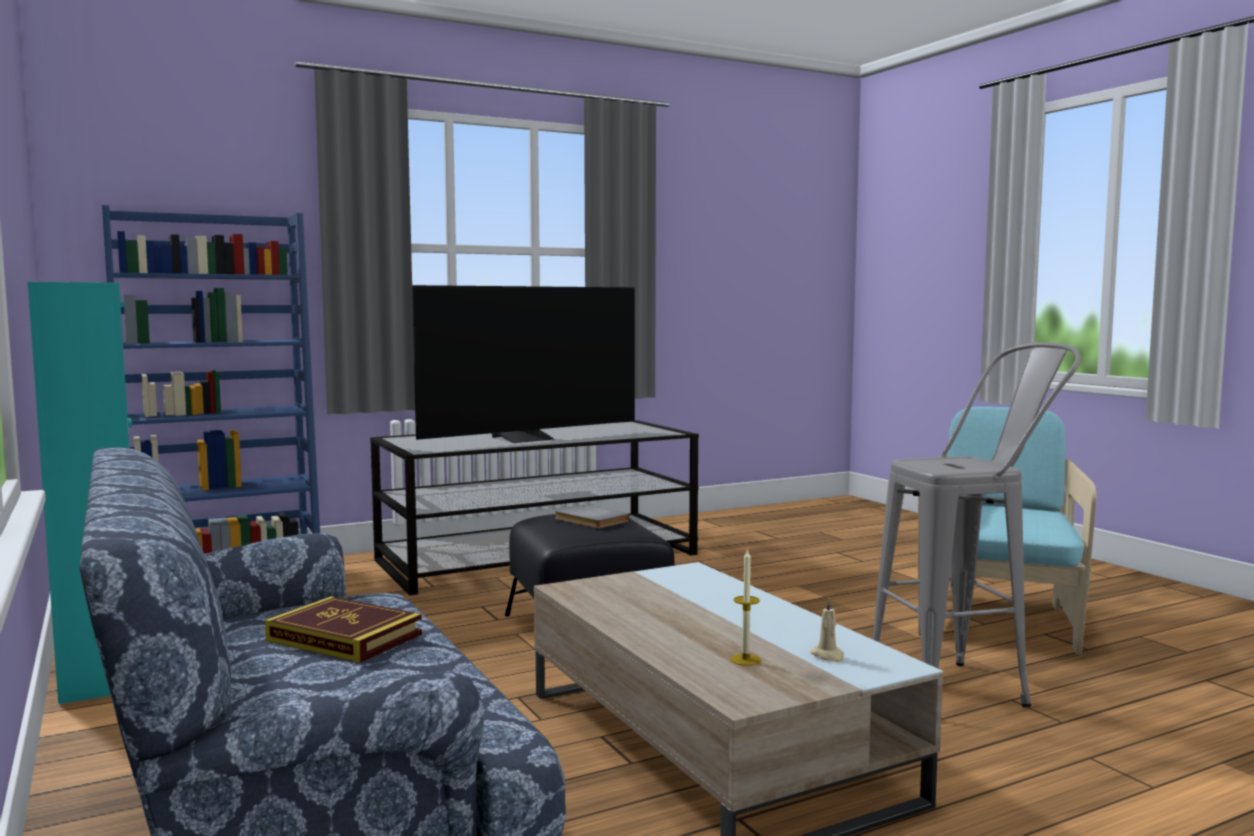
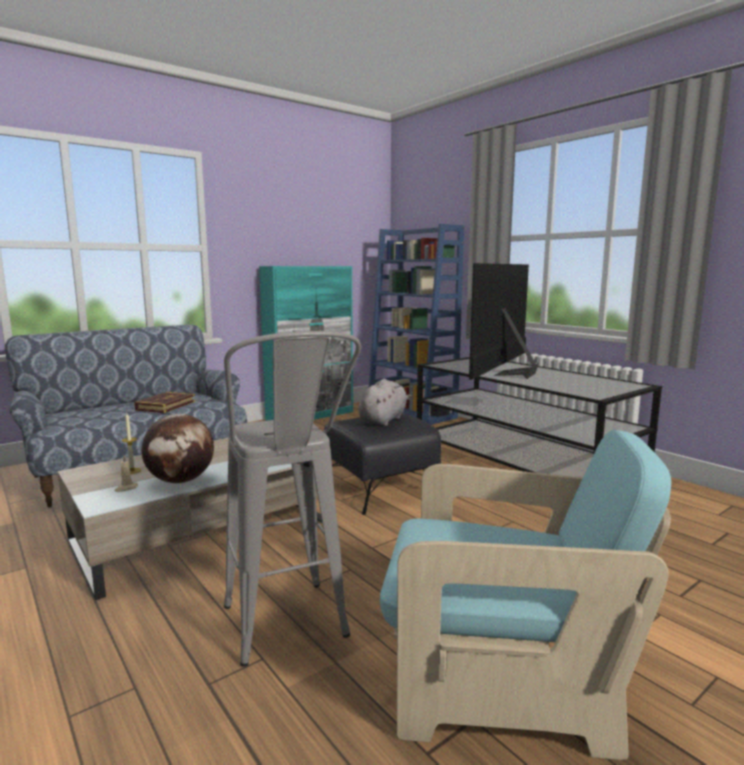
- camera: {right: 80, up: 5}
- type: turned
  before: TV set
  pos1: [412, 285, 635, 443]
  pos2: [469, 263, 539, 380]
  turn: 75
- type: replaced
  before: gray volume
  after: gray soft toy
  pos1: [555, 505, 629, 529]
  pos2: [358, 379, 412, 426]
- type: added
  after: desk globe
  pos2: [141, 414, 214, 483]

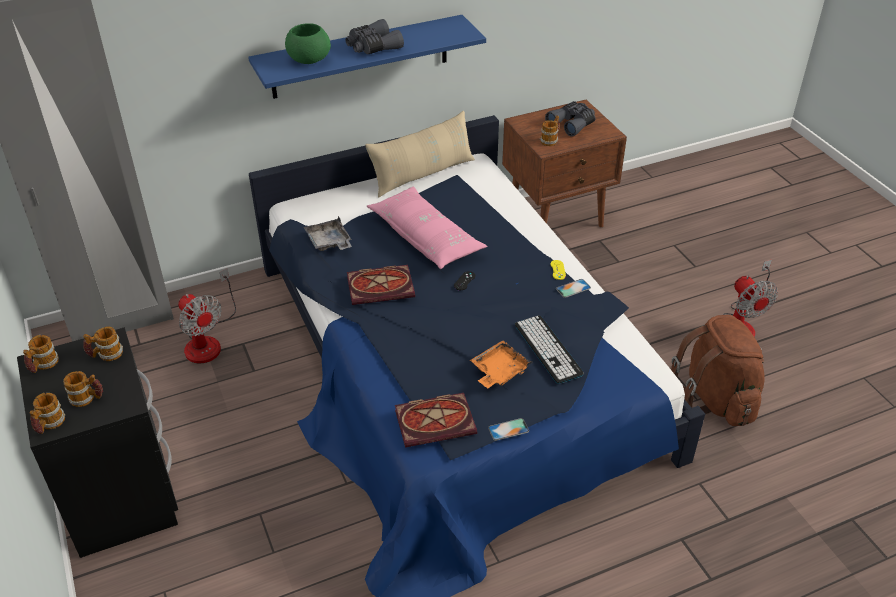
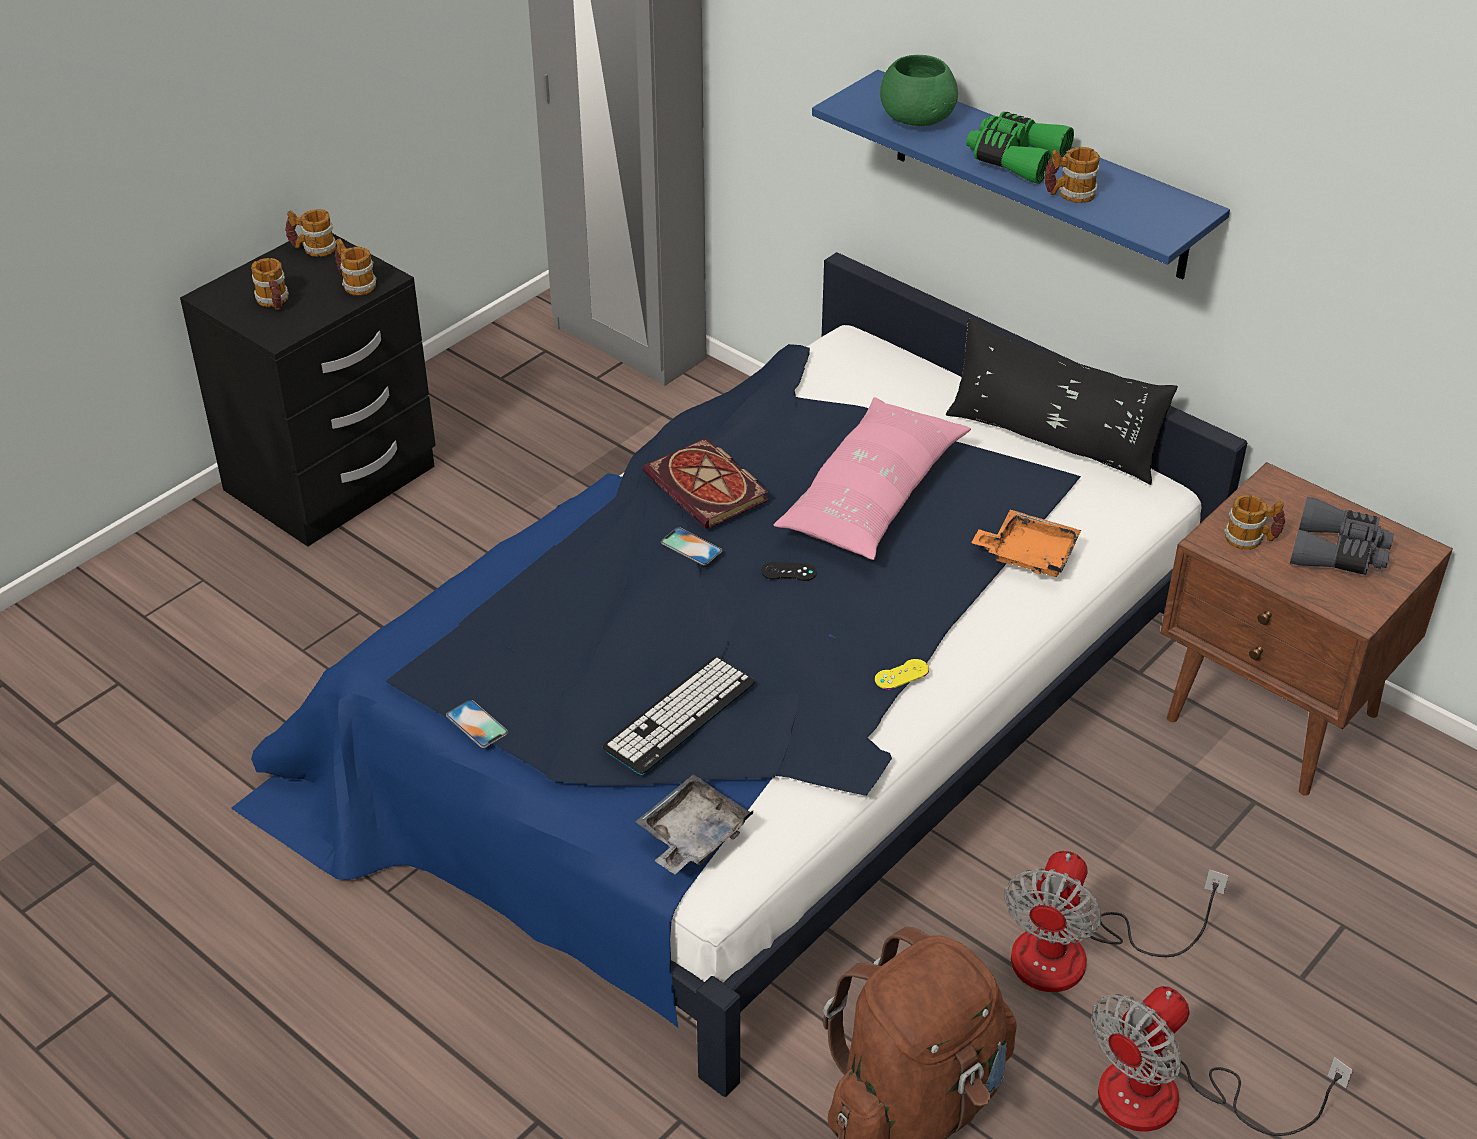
- camera: {right: 65, up: 0}
- type: moved
  before: coffee mug
  pos1: [30, 393, 65, 434]
  pos2: [1044, 147, 1100, 203]
- type: moved
  before: cooling fan
  pos1: [178, 269, 236, 364]
  pos2: [1004, 851, 1229, 992]
- type: moved
  before: gray carrying tray
  pos1: [304, 216, 352, 251]
  pos2: [635, 774, 753, 874]
- type: recoloured
  before: gray pair of binoculars
  after: green pair of binoculars
  pos1: [345, 19, 404, 54]
  pos2: [966, 111, 1074, 184]
- type: recoloured
  before: sand-coloured pillow
  after: black pillow
  pos1: [365, 110, 475, 197]
  pos2: [946, 317, 1178, 485]
- type: removed
  before: volume
  pos1: [395, 393, 477, 448]
- type: moved
  before: orange carrying tray
  pos1: [470, 340, 533, 388]
  pos2: [971, 510, 1081, 577]
- type: moved
  before: handset
  pos1: [556, 279, 591, 298]
  pos2: [661, 527, 722, 565]

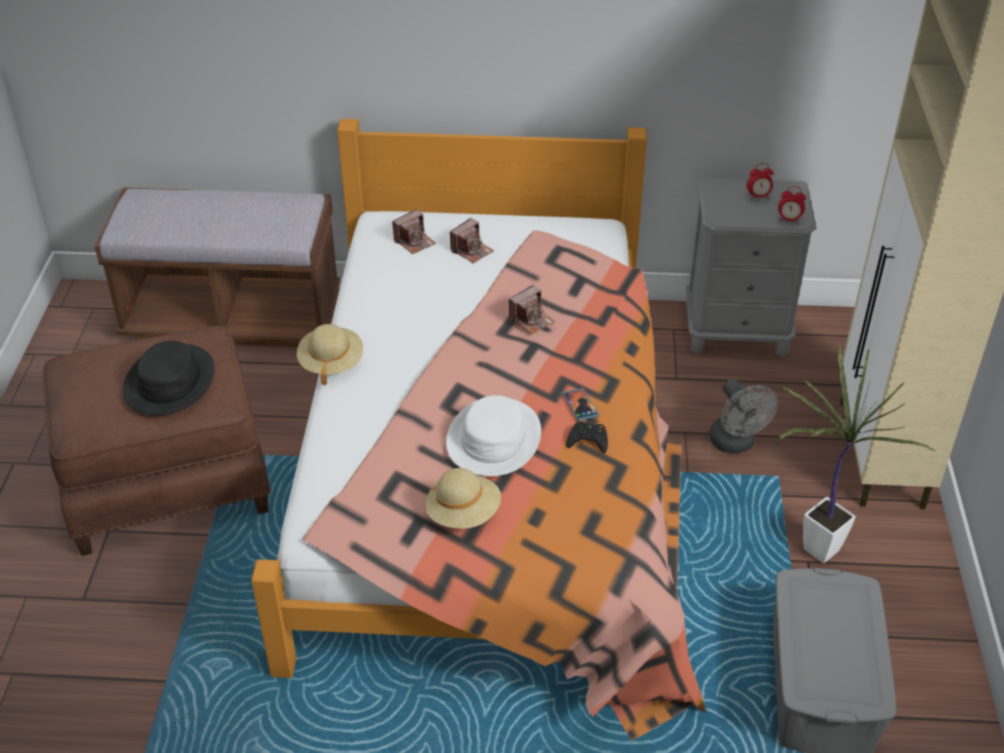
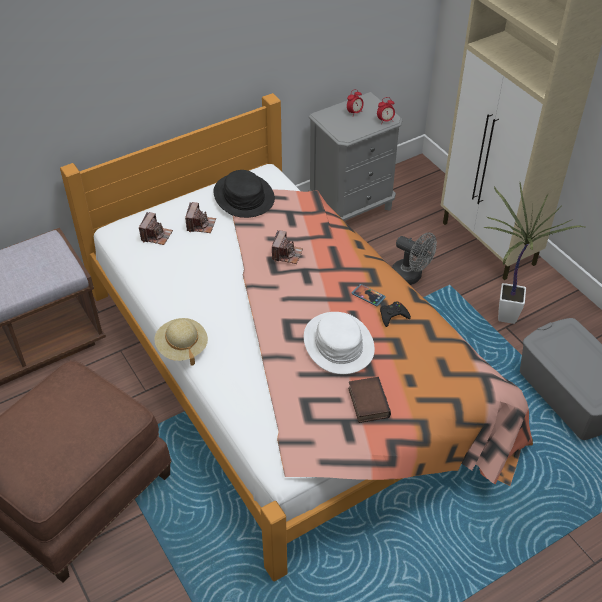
- camera: {right: -35, up: 5}
- type: moved
  before: black hat
  pos1: [122, 341, 215, 415]
  pos2: [214, 170, 275, 218]
- type: replaced
  before: sand-coloured hat
  after: volume
  pos1: [425, 468, 501, 529]
  pos2: [348, 377, 391, 423]

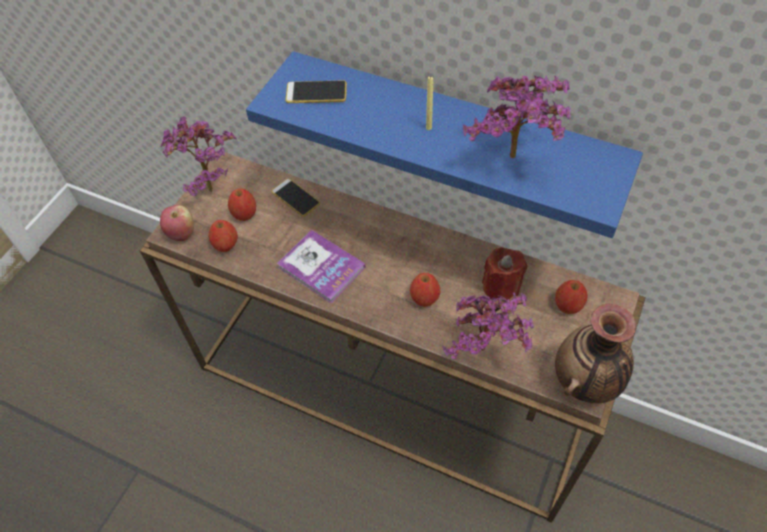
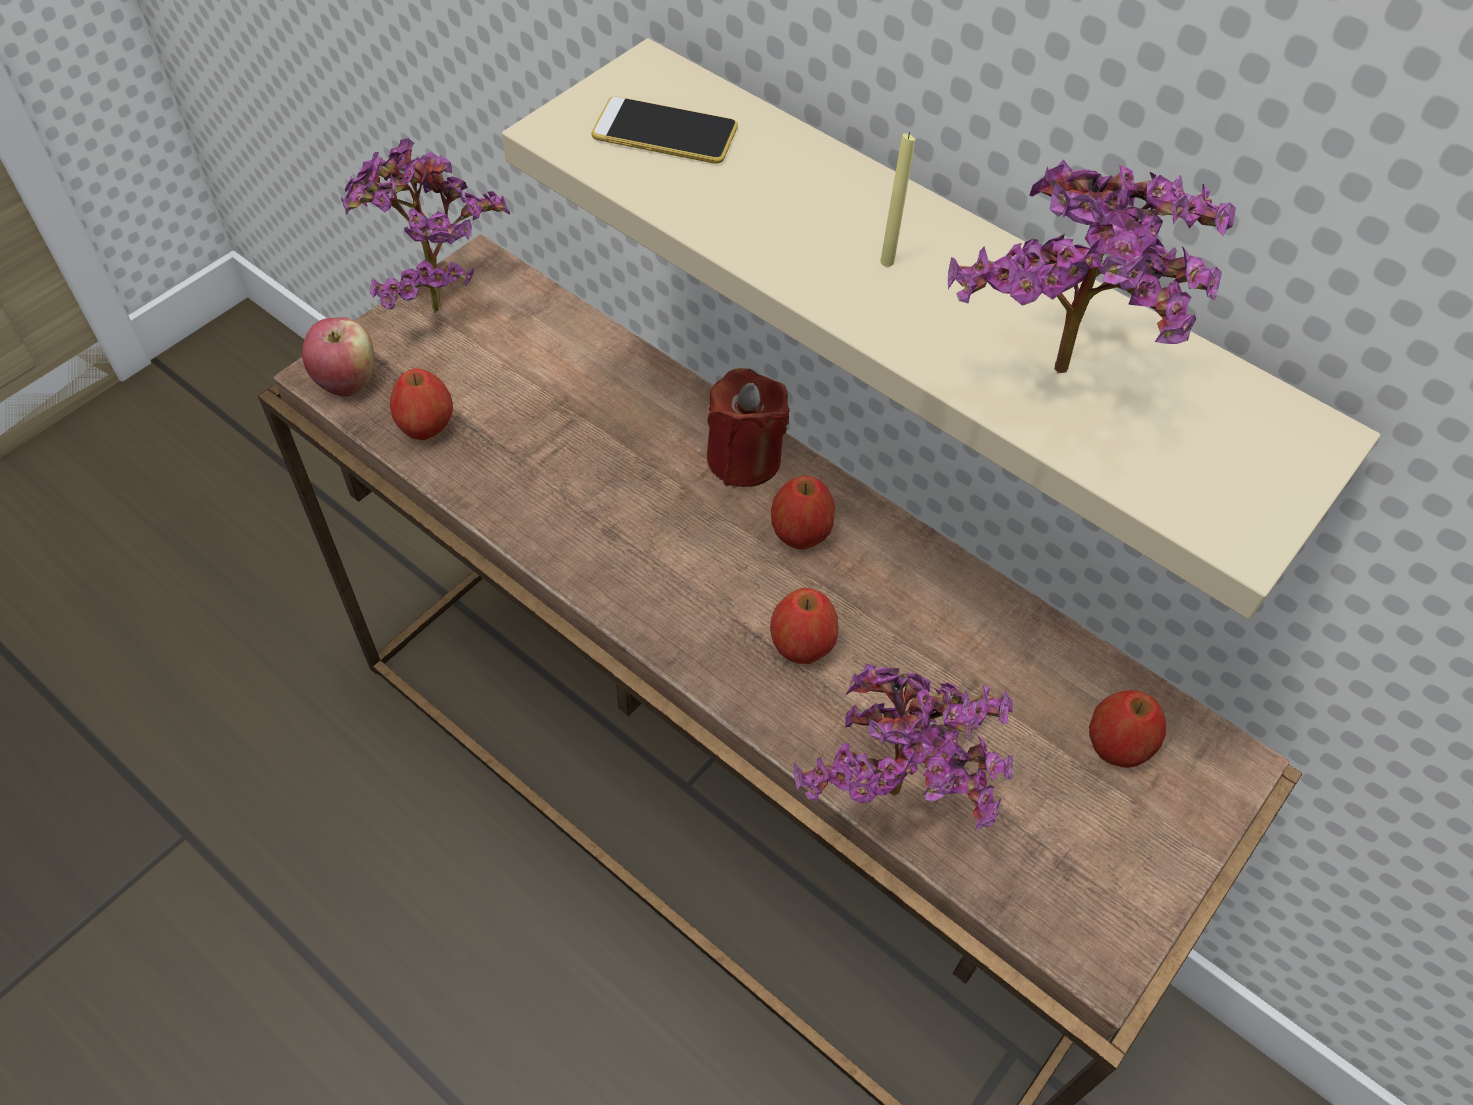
- camera: {right: 10, up: 0}
- type: moved
  before: apple
  pos1: [228, 188, 256, 221]
  pos2: [771, 475, 835, 550]
- type: recoloured
  before: blue-coloured shelf
  after: sand-coloured shelf
  pos1: [246, 51, 643, 238]
  pos2: [502, 38, 1380, 619]
- type: removed
  before: handset
  pos1: [271, 179, 320, 217]
- type: removed
  before: volume
  pos1: [277, 230, 366, 304]
- type: moved
  before: red-coloured candle
  pos1: [482, 248, 527, 300]
  pos2: [707, 368, 790, 487]
- type: removed
  before: decorative vase
  pos1: [555, 304, 636, 404]

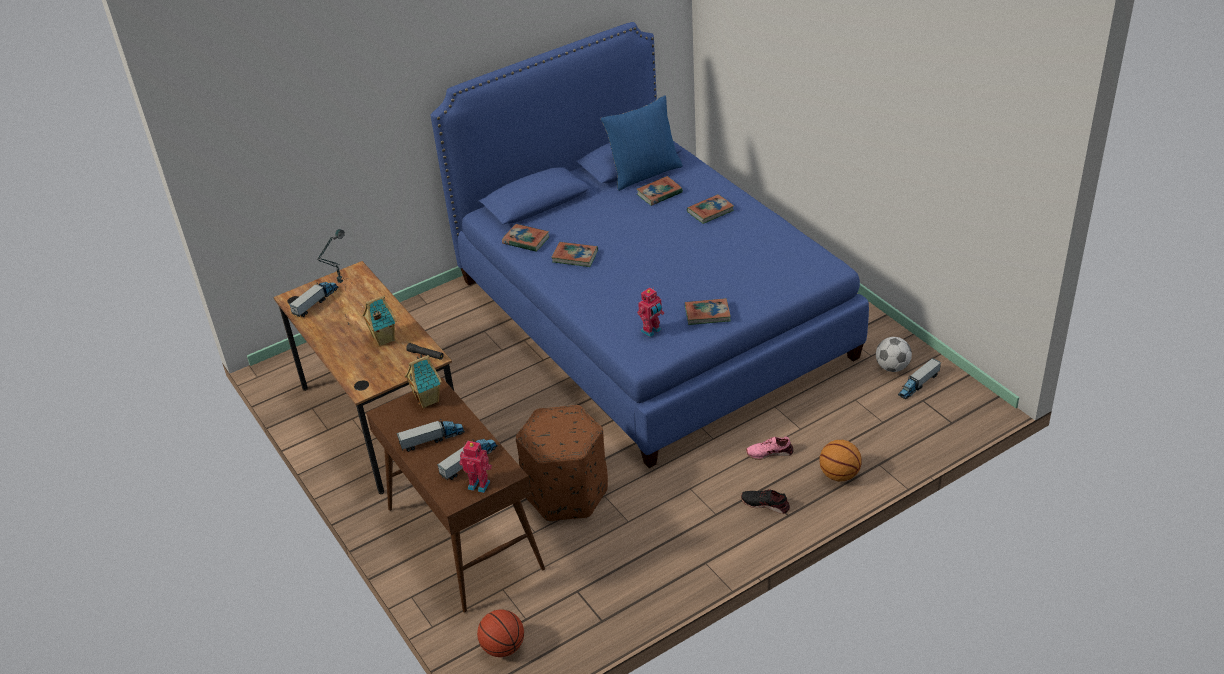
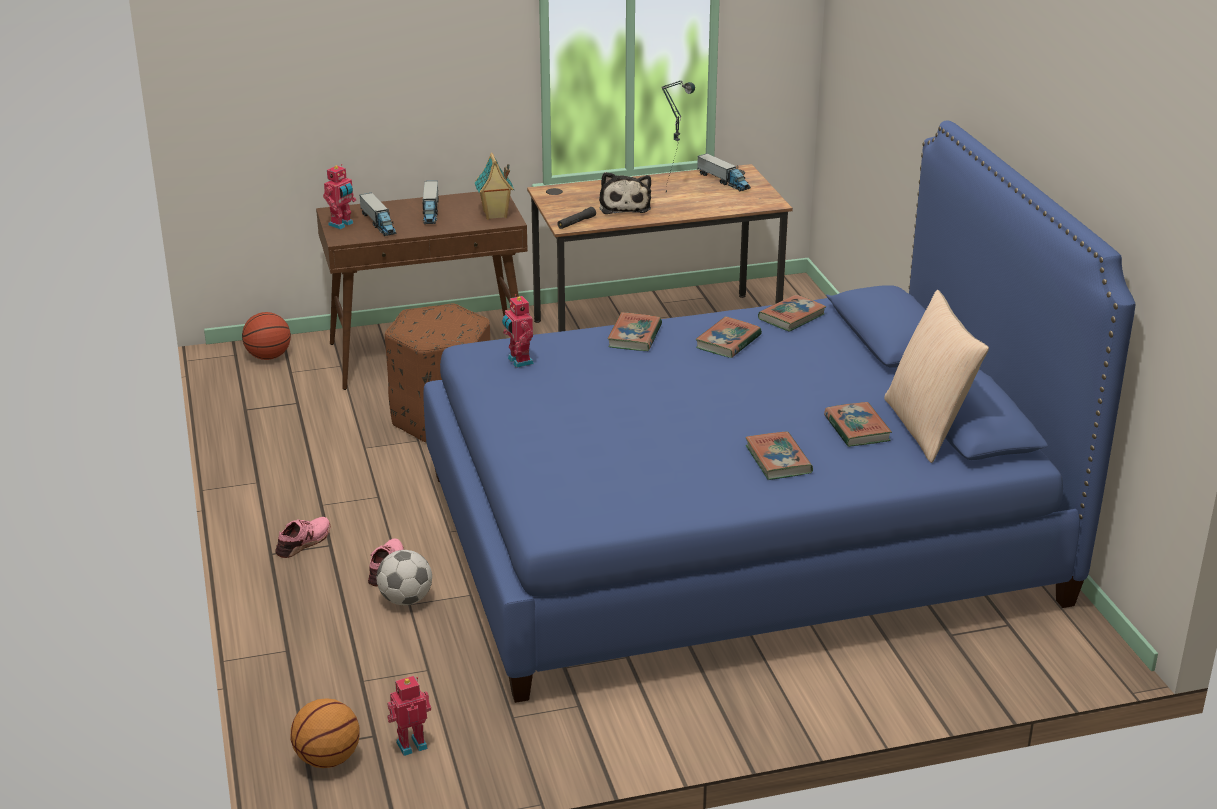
- camera: {right: 105, up: -10}
- type: replaced
  before: miniature house
  after: soft toy
  pos1: [362, 295, 397, 347]
  pos2: [599, 172, 651, 214]
- type: recoloured
  before: blue-coloured pillow
  after: sand-coloured pillow
  pos1: [601, 95, 683, 191]
  pos2: [884, 290, 989, 463]
- type: moved
  before: volume
  pos1: [685, 298, 731, 325]
  pos2: [607, 312, 662, 351]
- type: recoloured
  before: black shoe
  after: pink-coloured shoe
  pos1: [741, 489, 790, 514]
  pos2: [275, 517, 330, 558]
- type: moved
  before: ball for basketball
  pos1: [819, 440, 862, 481]
  pos2: [291, 698, 360, 768]
- type: moved
  before: football ball
  pos1: [876, 337, 912, 372]
  pos2: [376, 550, 432, 605]
- type: replaced
  before: toy truck
  after: toy robot
  pos1: [898, 358, 941, 399]
  pos2: [387, 676, 431, 756]

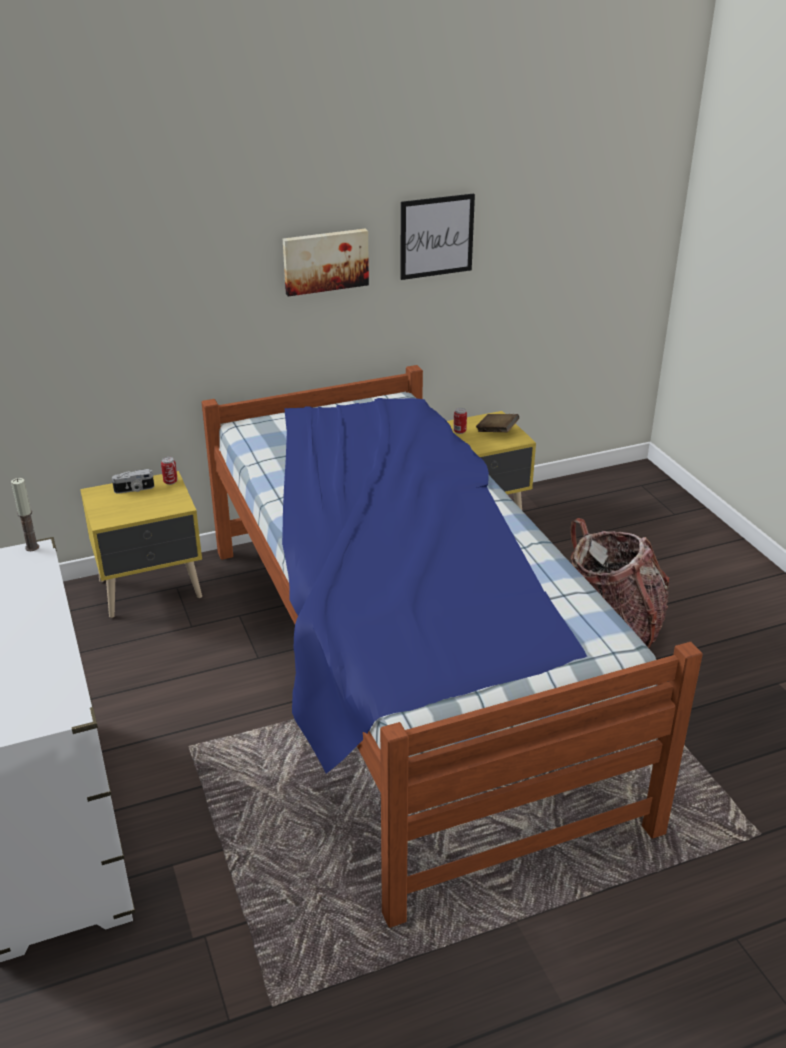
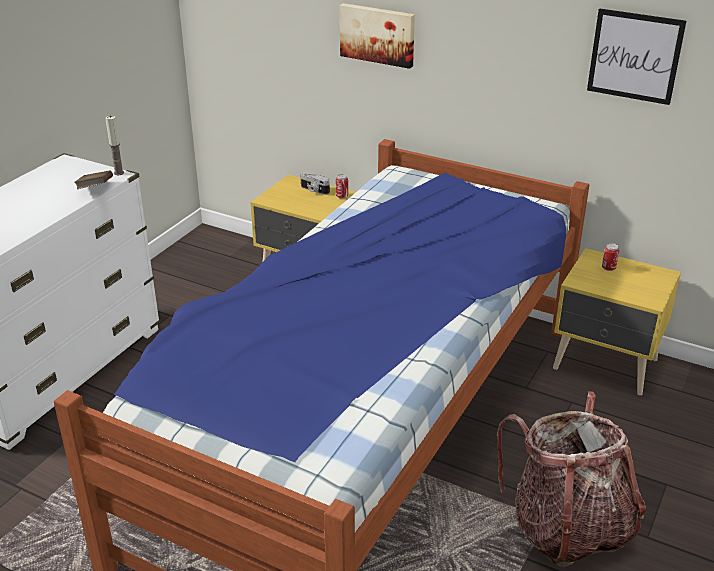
- camera: {right: 50, up: 0}
- type: moved
  before: wall picture
  pos1: [283, 229, 369, 297]
  pos2: [340, 3, 415, 69]
- type: moved
  before: brown volume
  pos1: [476, 414, 519, 432]
  pos2: [74, 171, 113, 189]

